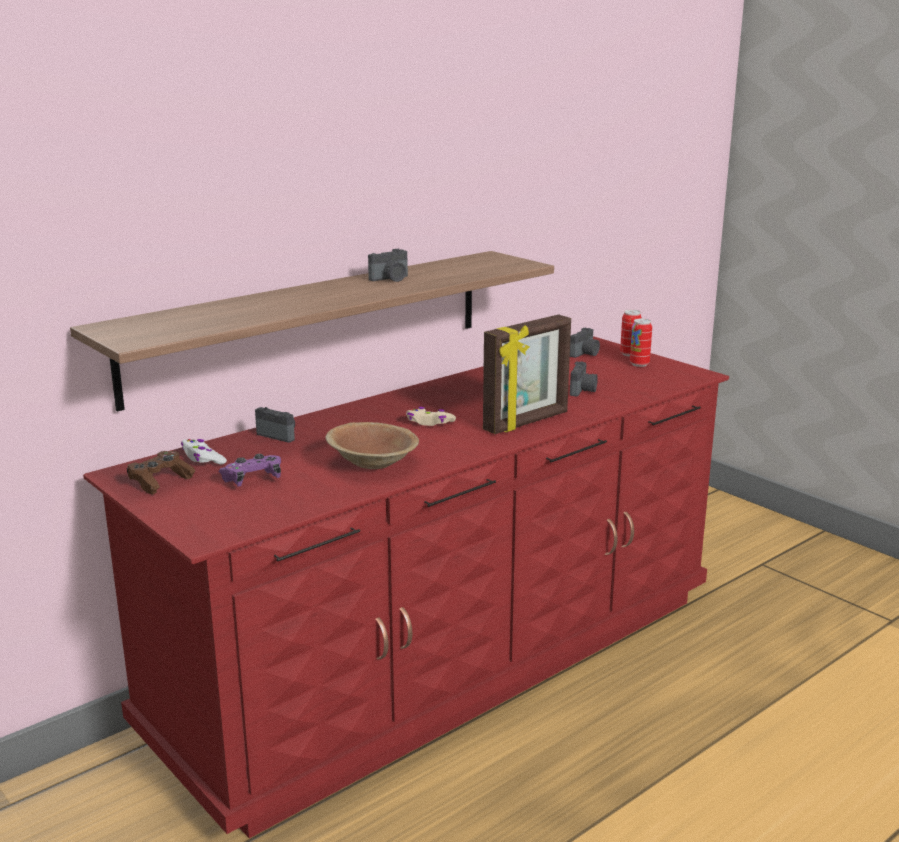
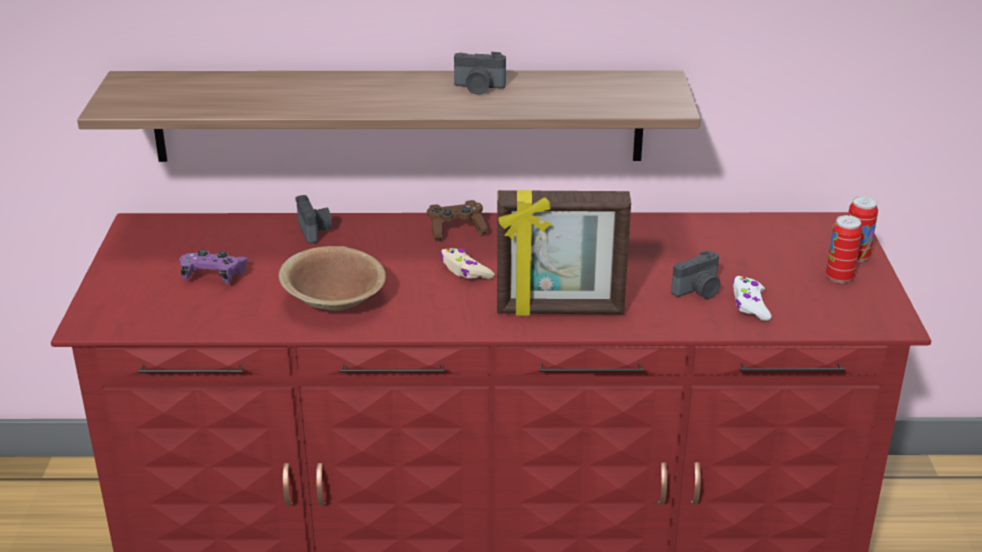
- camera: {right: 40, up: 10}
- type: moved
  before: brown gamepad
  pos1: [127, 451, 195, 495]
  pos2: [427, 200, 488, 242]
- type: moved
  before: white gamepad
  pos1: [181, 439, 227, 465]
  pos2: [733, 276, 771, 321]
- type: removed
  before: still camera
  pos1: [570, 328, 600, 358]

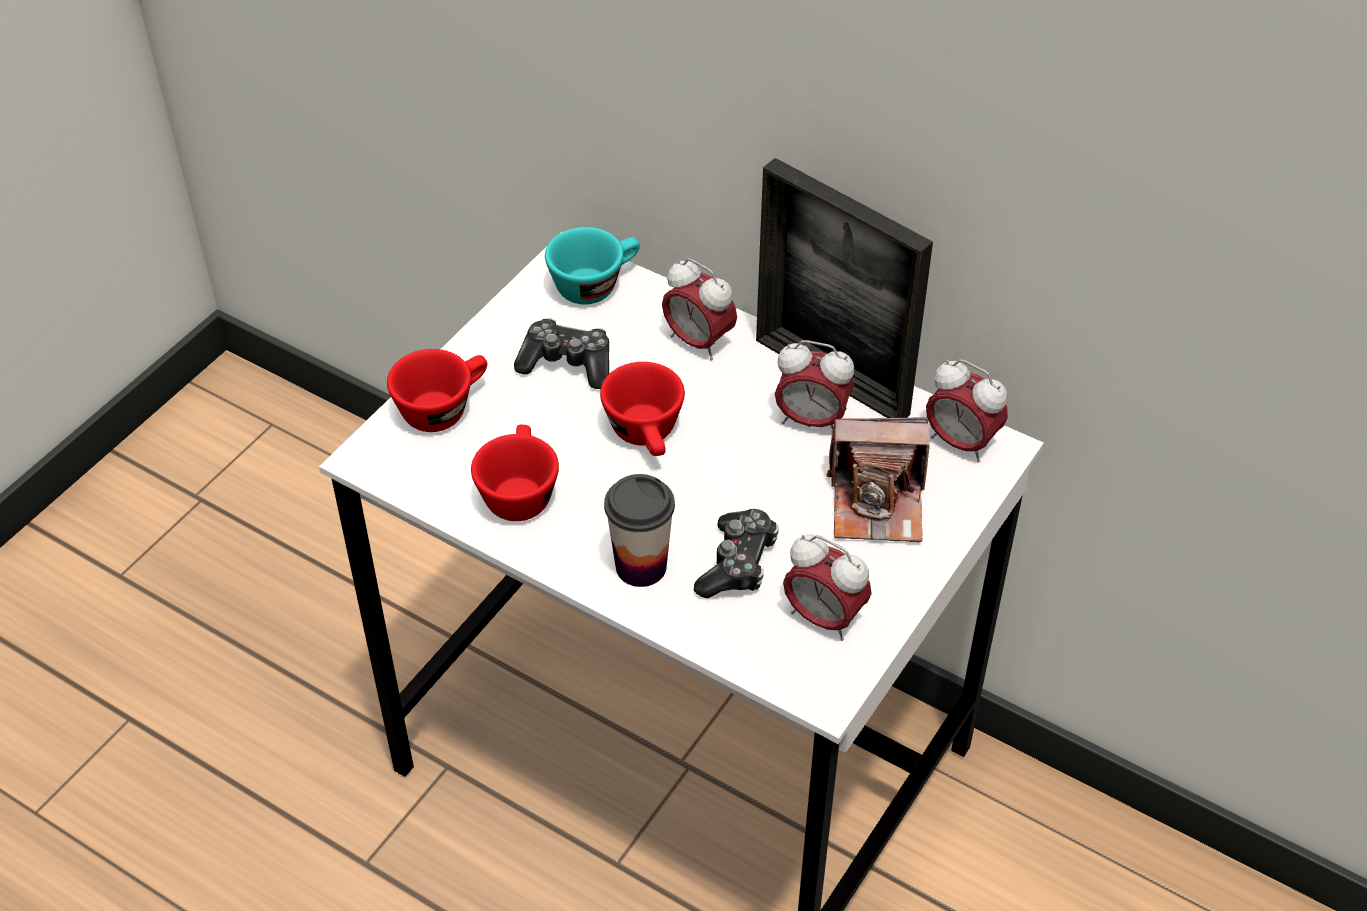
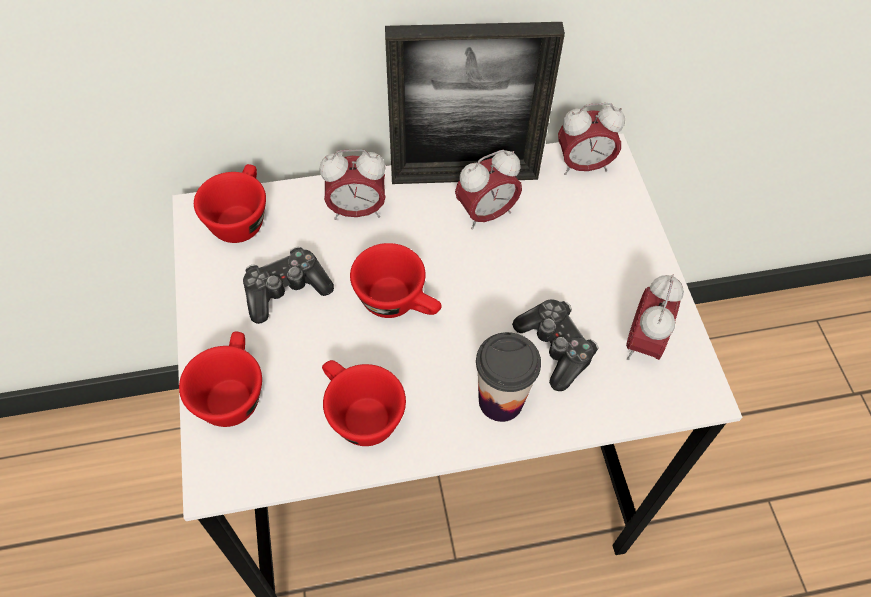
- camera: {right: -45, up: 10}
- type: recoloured
  before: blue-green small cup
  after: red-coloured small cup
  pos1: [545, 227, 640, 305]
  pos2: [194, 164, 266, 243]
- type: turned
  before: alarm clock
  pos1: [783, 534, 872, 641]
  pos2: [626, 274, 684, 360]
  turn: 120
- type: removed
  before: still camera
  pos1: [826, 418, 930, 542]

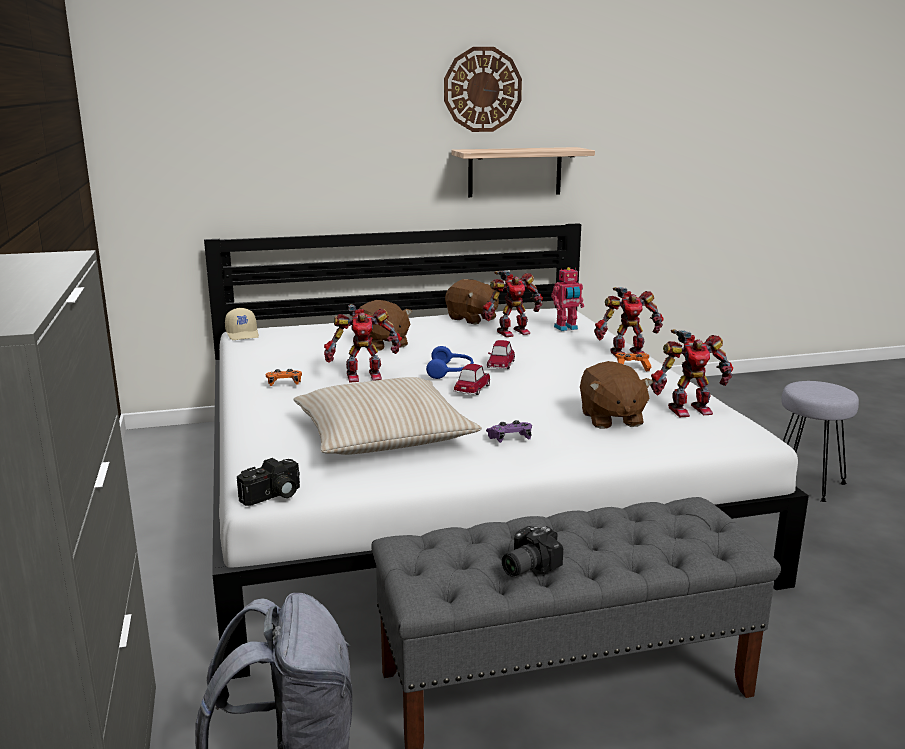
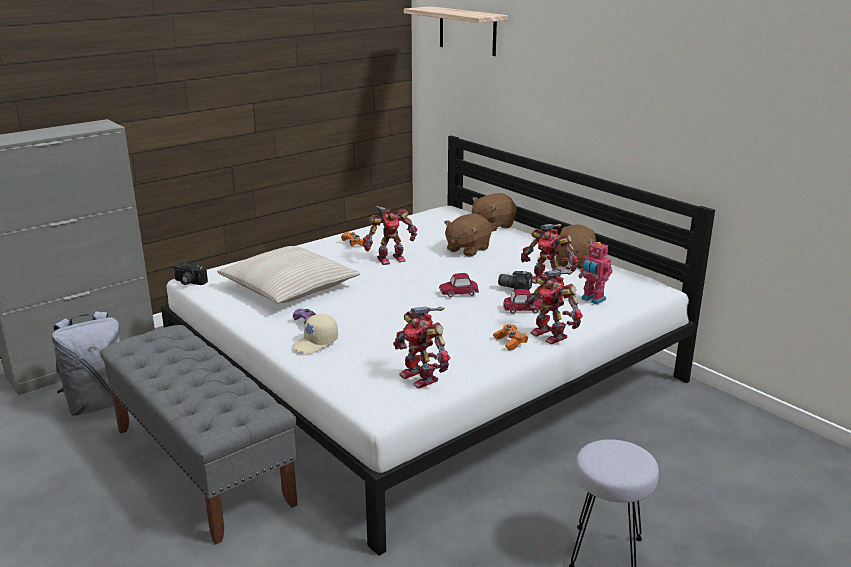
- camera: {right: 65, up: 5}
- type: moved
  before: sand-coloured baseball cap
  pos1: [225, 308, 259, 340]
  pos2: [292, 314, 338, 354]
- type: turned
  before: toy robot
  pos1: [324, 304, 402, 382]
  pos2: [363, 206, 417, 265]
  turn: -75
- type: removed
  before: blue-coloured headphones
  pos1: [426, 346, 474, 379]
- type: removed
  before: clock on the wall
  pos1: [444, 47, 522, 132]
- type: moved
  before: shelf
  pos1: [451, 147, 595, 197]
  pos2: [404, 6, 508, 56]
- type: moved
  before: miniature car
  pos1: [454, 364, 490, 395]
  pos2: [503, 289, 543, 314]
- type: moved
  before: still camera
  pos1: [502, 526, 563, 576]
  pos2: [498, 271, 533, 290]
- type: moved
  before: brown soft toy
  pos1: [580, 361, 653, 429]
  pos2: [472, 193, 517, 232]

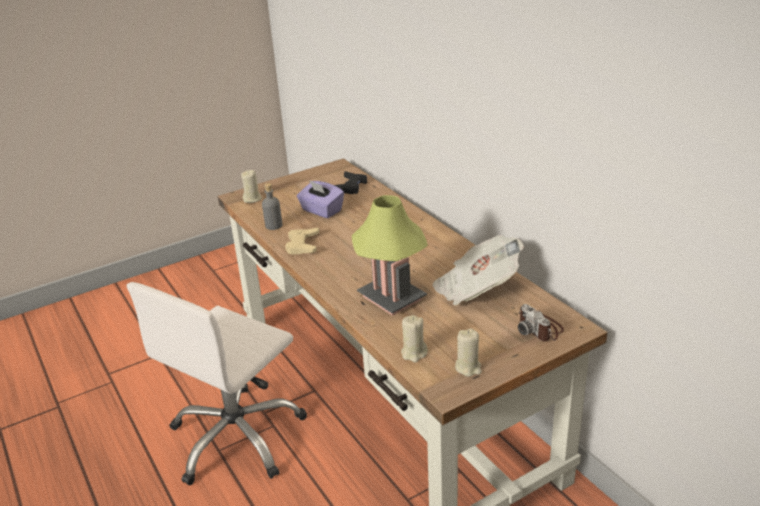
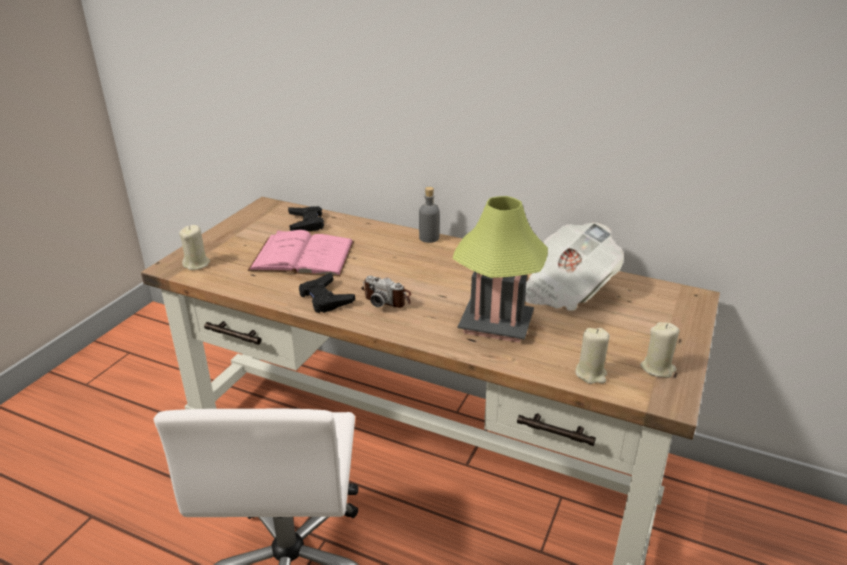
- camera: {right: -35, up: 0}
- type: moved
  before: gray drink bottle
  pos1: [262, 183, 282, 230]
  pos2: [419, 187, 440, 243]
- type: recoloured
  before: sand-coloured gamepad
  after: black gamepad
  pos1: [285, 228, 319, 254]
  pos2: [299, 273, 355, 313]
- type: replaced
  before: purple box of tissues
  after: pink-coloured volume
  pos1: [297, 180, 344, 218]
  pos2: [248, 230, 354, 276]
- type: moved
  before: still camera
  pos1: [518, 304, 564, 342]
  pos2: [361, 276, 411, 308]

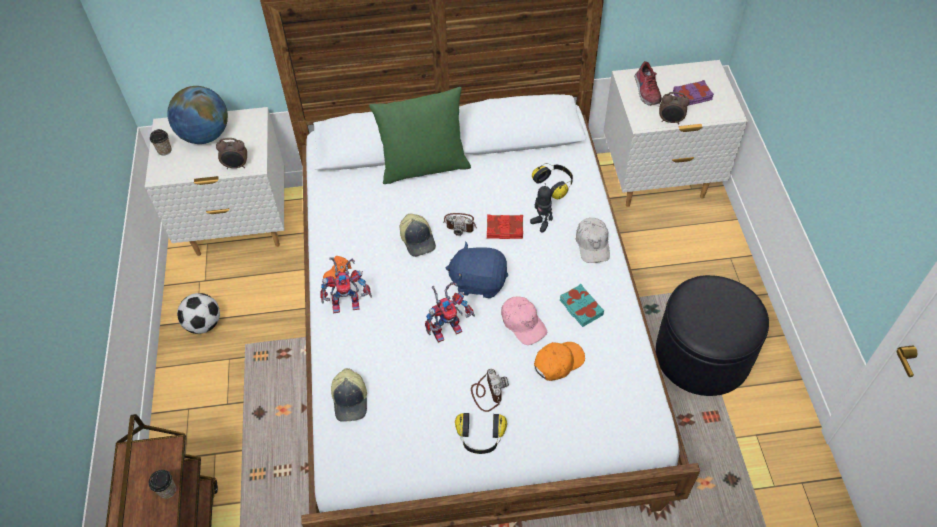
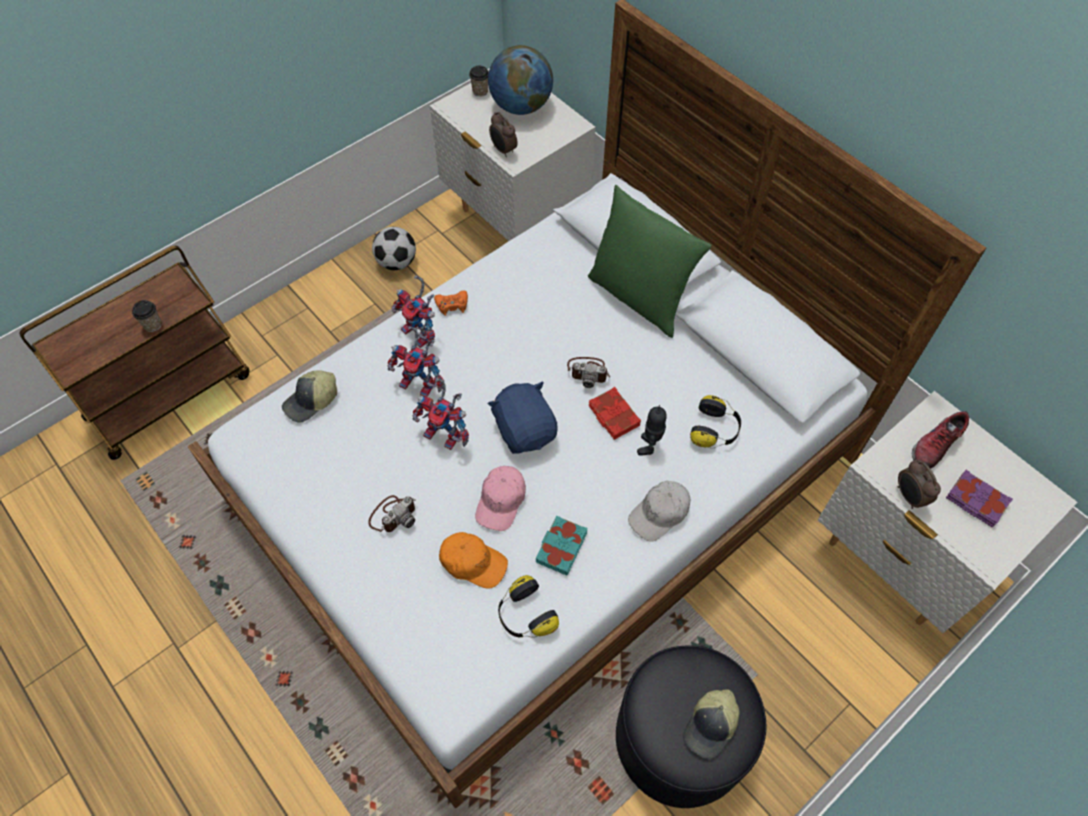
- camera: {right: 55, up: 5}
- type: moved
  before: baseball cap
  pos1: [399, 214, 436, 257]
  pos2: [683, 689, 740, 759]
- type: turned
  before: still camera
  pos1: [444, 213, 477, 236]
  pos2: [567, 357, 610, 388]
  turn: -60
- type: moved
  before: headphones
  pos1: [455, 413, 507, 454]
  pos2: [498, 575, 559, 638]
- type: added
  after: toy robot
  pos2: [387, 326, 443, 397]

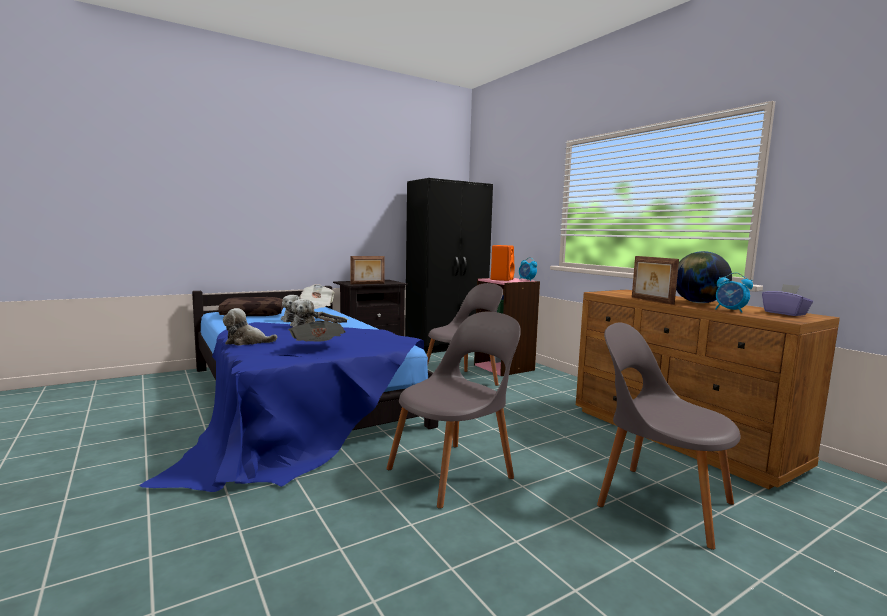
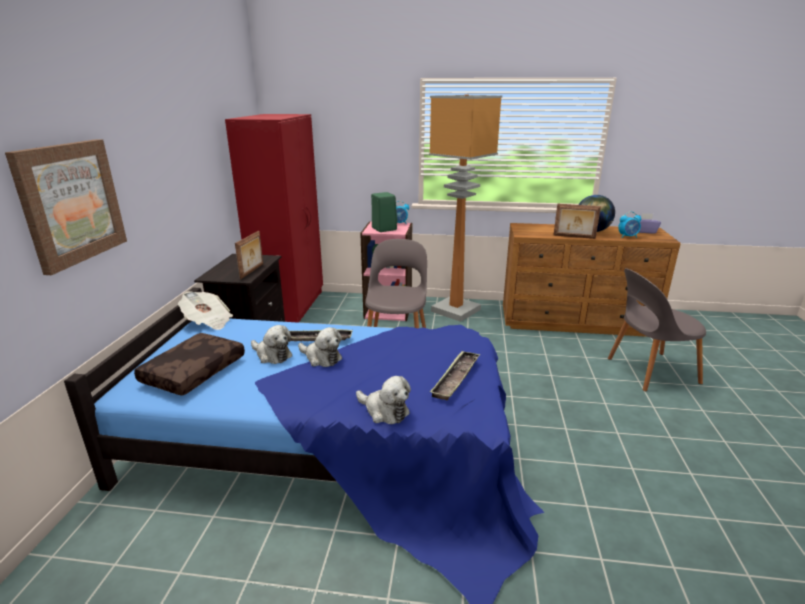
- camera: {right: -50, up: 15}
- type: turned
  before: soft toy
  pos1: [223, 308, 277, 346]
  pos2: [356, 376, 411, 424]
  turn: -90
- type: replaced
  before: daily paper
  after: carrying tray
  pos1: [288, 321, 346, 342]
  pos2: [430, 351, 480, 400]
- type: removed
  before: gray plain chair
  pos1: [386, 312, 521, 509]
- type: recoloured
  before: black armoire
  after: red-coloured armoire
  pos1: [405, 178, 493, 354]
  pos2: [225, 114, 323, 323]
- type: recoloured
  before: orange speaker
  after: green speaker
  pos1: [491, 245, 515, 281]
  pos2: [371, 192, 398, 232]
- type: added
  after: wall picture
  pos2: [5, 139, 127, 275]
- type: added
  after: standard lamp
  pos2: [429, 95, 502, 322]

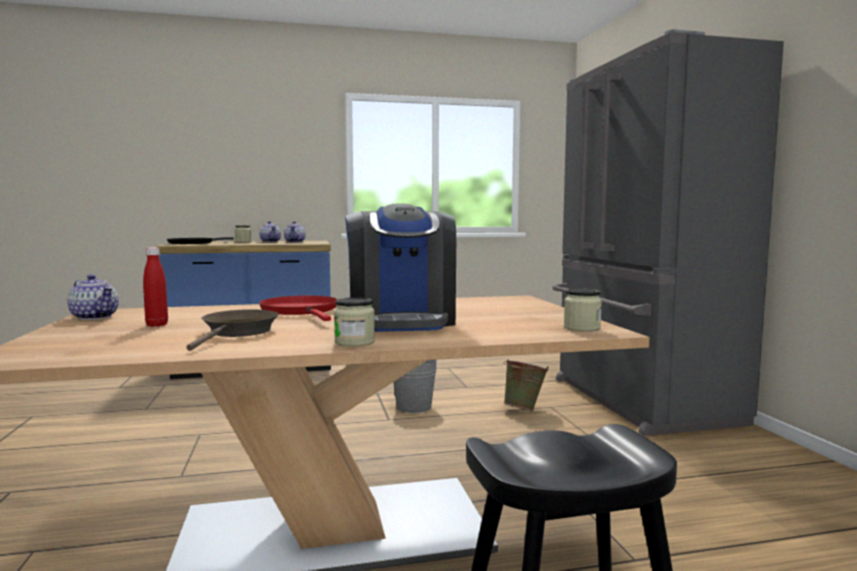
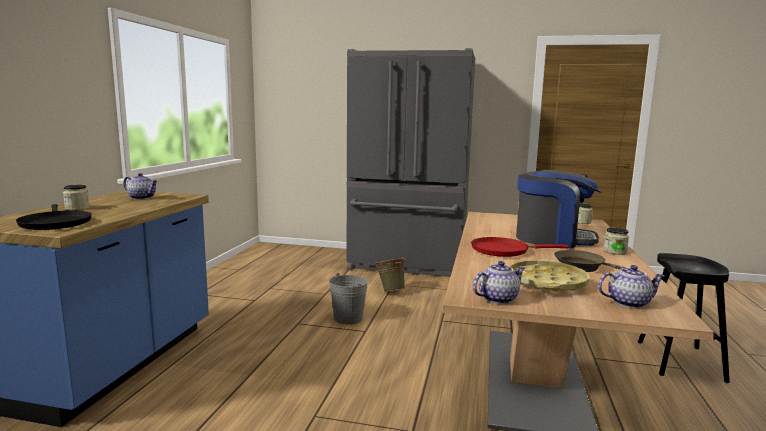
- camera: {right: -65, up: 5}
- type: replaced
  before: red-coloured drink bottle
  after: yellow carrying tray
  pos1: [143, 247, 168, 327]
  pos2: [510, 259, 590, 292]
- type: moved
  before: teapot
  pos1: [259, 221, 281, 242]
  pos2: [598, 265, 665, 308]

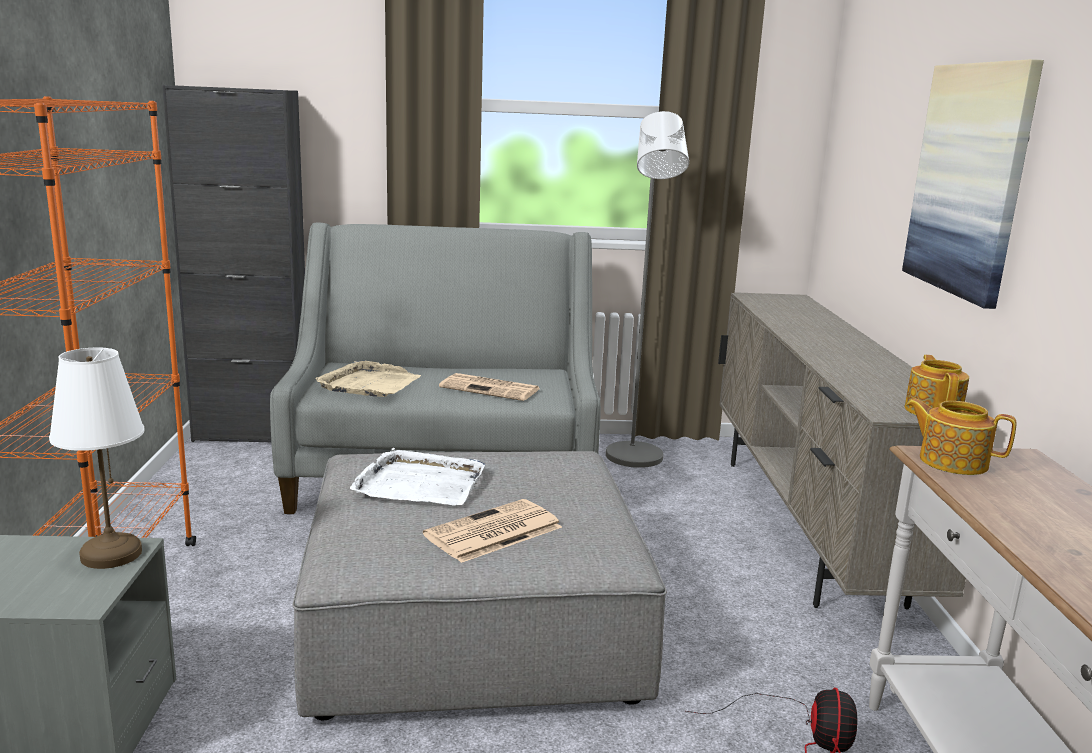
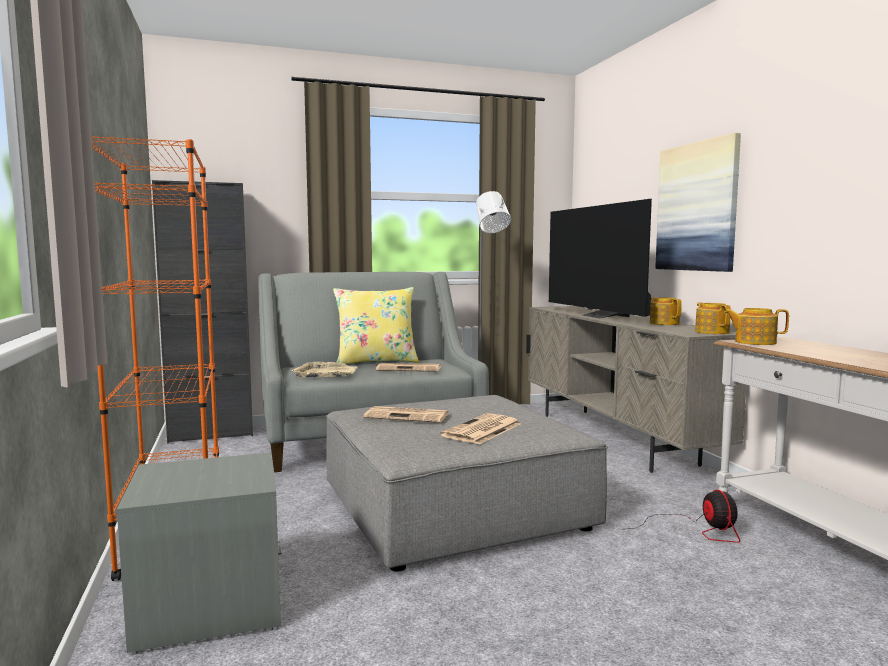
- camera: {right: -15, up: -10}
- type: removed
  before: white tabletop lamp
  pos1: [49, 347, 145, 569]
- type: replaced
  before: white carrying tray
  after: daily paper
  pos1: [350, 448, 486, 505]
  pos2: [364, 406, 449, 423]
- type: added
  after: yellow pillow
  pos2: [333, 287, 419, 364]
- type: added
  after: TV set
  pos2: [549, 199, 652, 318]
- type: added
  after: teapot
  pos2: [650, 297, 682, 325]

